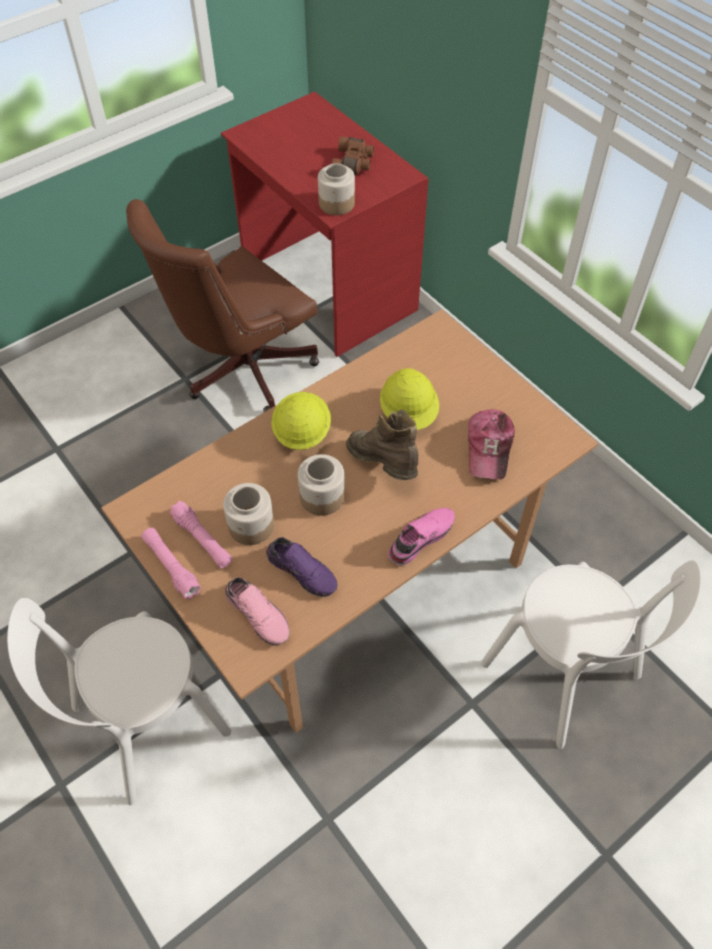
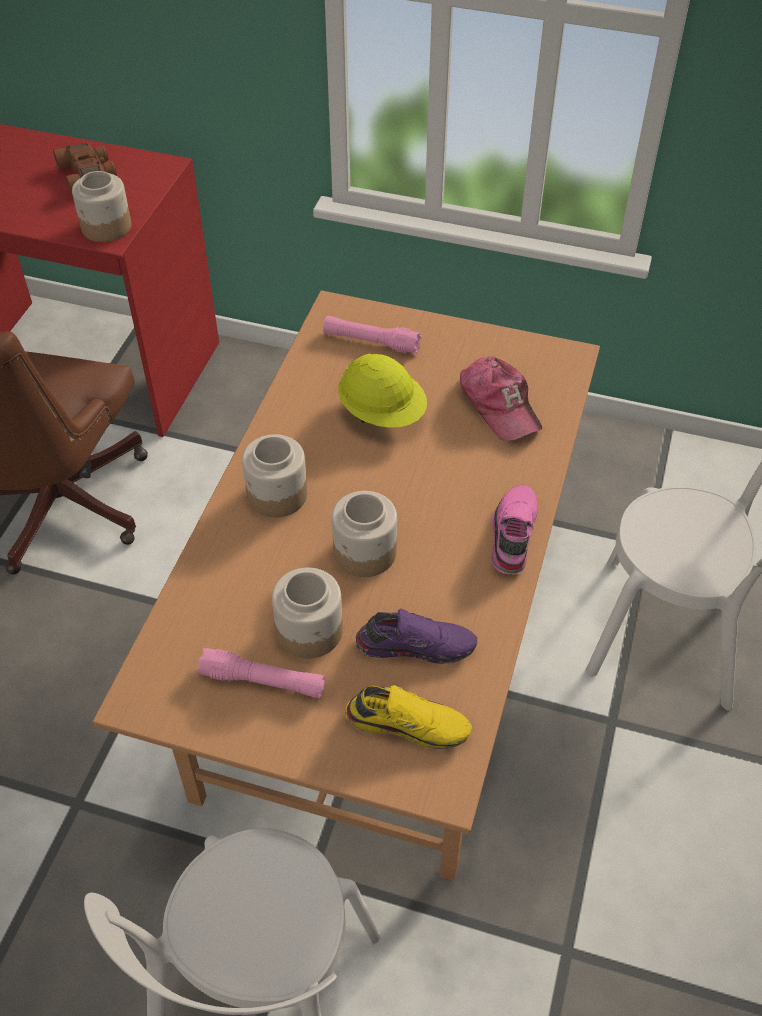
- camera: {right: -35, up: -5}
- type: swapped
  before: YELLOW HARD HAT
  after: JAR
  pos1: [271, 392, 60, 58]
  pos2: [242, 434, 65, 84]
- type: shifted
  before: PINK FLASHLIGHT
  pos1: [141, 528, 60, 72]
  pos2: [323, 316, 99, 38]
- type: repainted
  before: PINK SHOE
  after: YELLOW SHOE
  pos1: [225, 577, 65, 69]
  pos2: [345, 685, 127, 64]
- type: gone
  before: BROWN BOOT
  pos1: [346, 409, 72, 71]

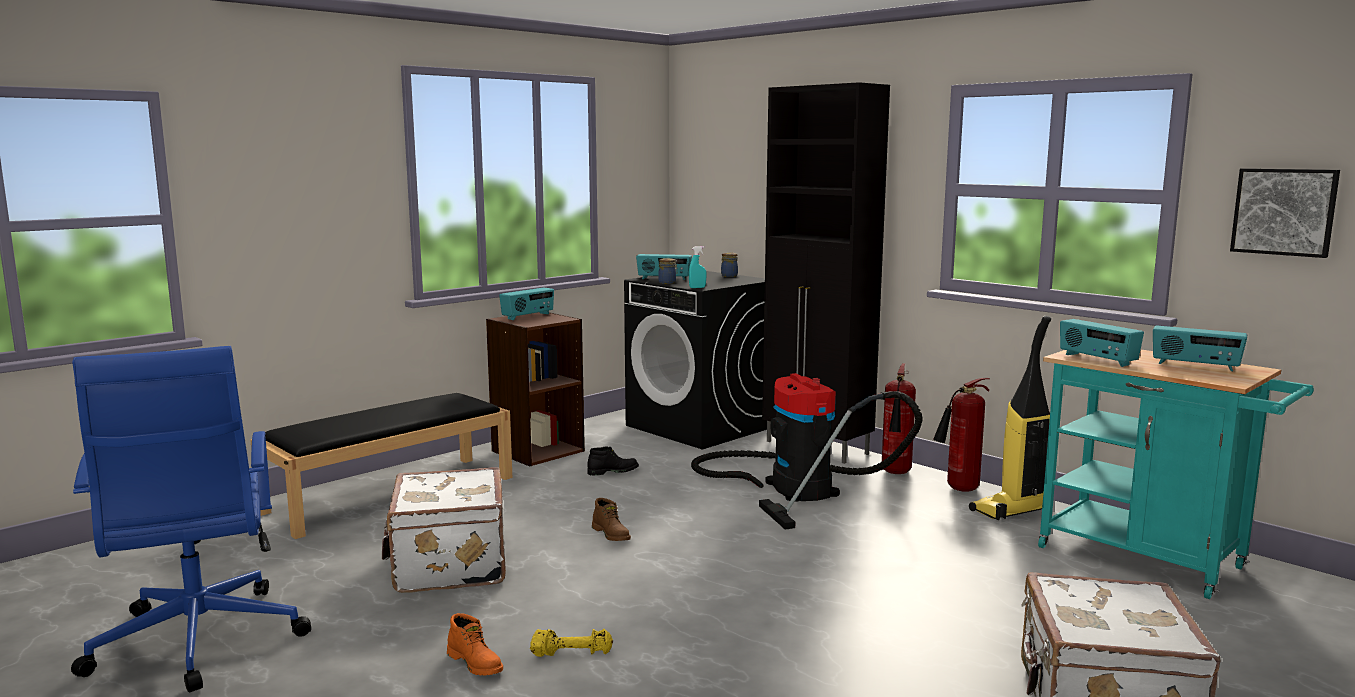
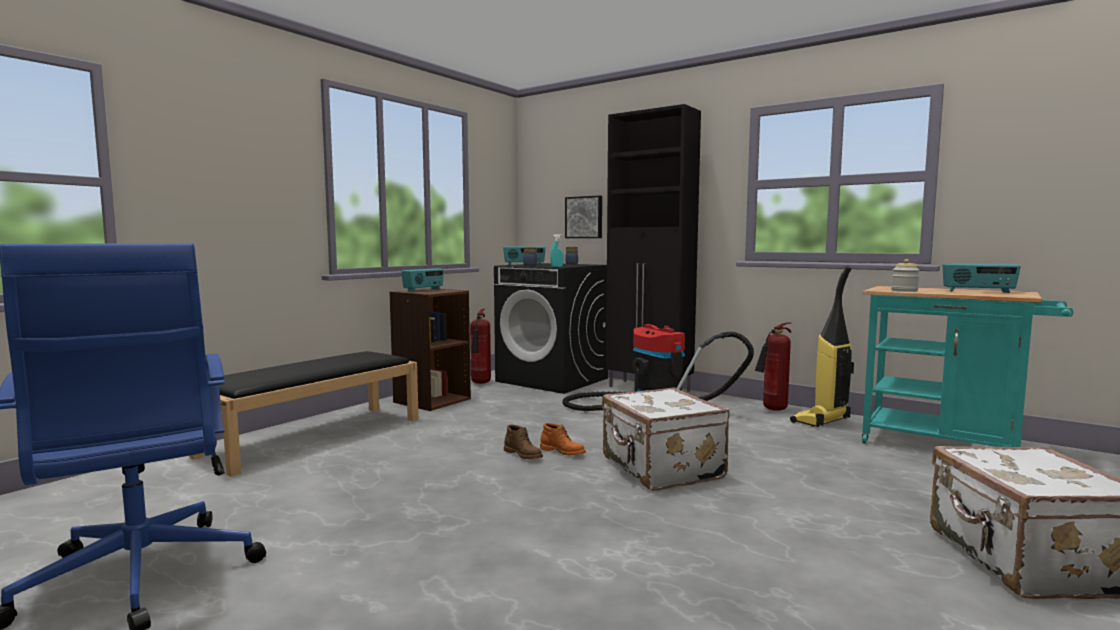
- camera: {right: -10, up: -5}
- type: shifted
  before: FIRE EXTINGUISHER
  pos1: [882, 363, 34, 111]
  pos2: [470, 309, 21, 75]
- type: shifted
  before: ORANGE BOOT
  pos1: [447, 613, 56, 62]
  pos2: [540, 423, 46, 32]
- type: shifted
  before: PICTURE
  pos1: [1230, 168, 110, 90]
  pos2: [565, 196, 37, 42]
- type: shifted
  before: WHITE SUITCASE
  pos1: [382, 467, 124, 126]
  pos2: [602, 388, 127, 103]
- type: swapped
  before: RADIO
  after: JAR
  pos1: [1060, 319, 84, 48]
  pos2: [891, 259, 28, 33]
- type: gone
  before: YELLOW DUMBBELL
  pos1: [530, 629, 83, 28]
- type: gone
  before: BLACK BOOT
  pos1: [587, 447, 52, 29]

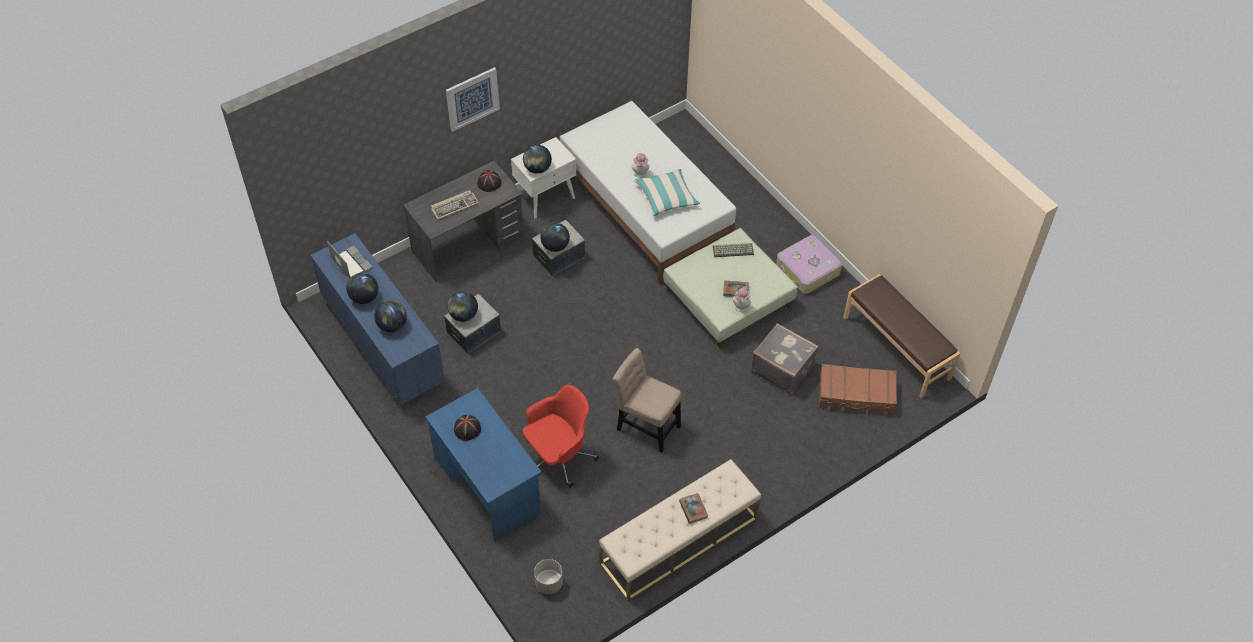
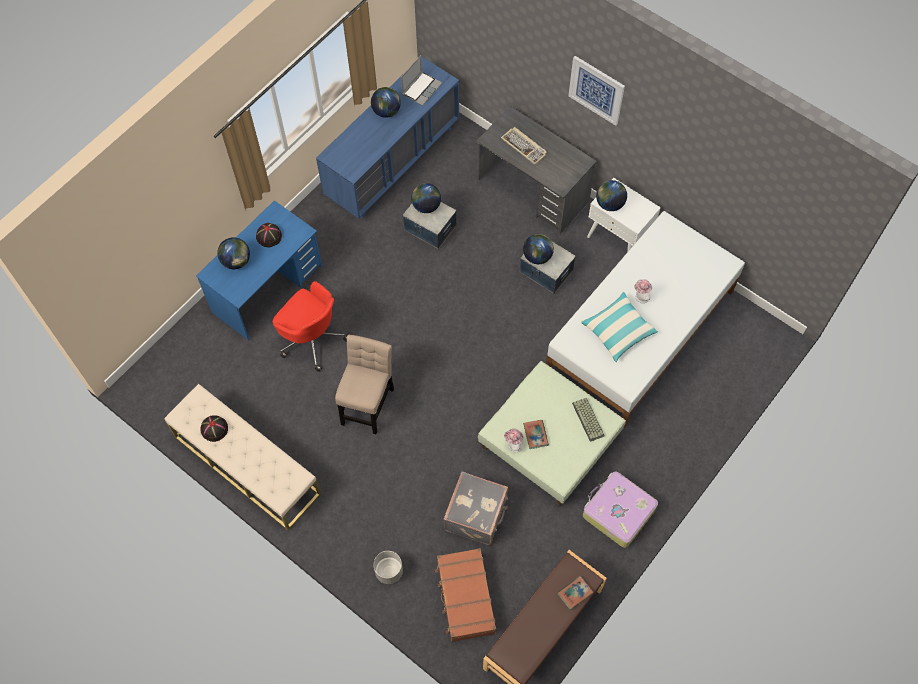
- camera: {right: 75, up: 10}
- type: shifted
  before: BLACK HAT
  pos1: [477, 170, 25, 22]
  pos2: [200, 416, 28, 26]
- type: shifted
  before: GLOBE
  pos1: [374, 300, 33, 32]
  pos2: [217, 237, 33, 32]
- type: shifted
  before: GREY PLANTER
  pos1: [534, 559, 29, 35]
  pos2: [373, 551, 30, 33]
- type: shifted
  before: BOOK
  pos1: [679, 493, 29, 31]
  pos2: [557, 576, 37, 34]

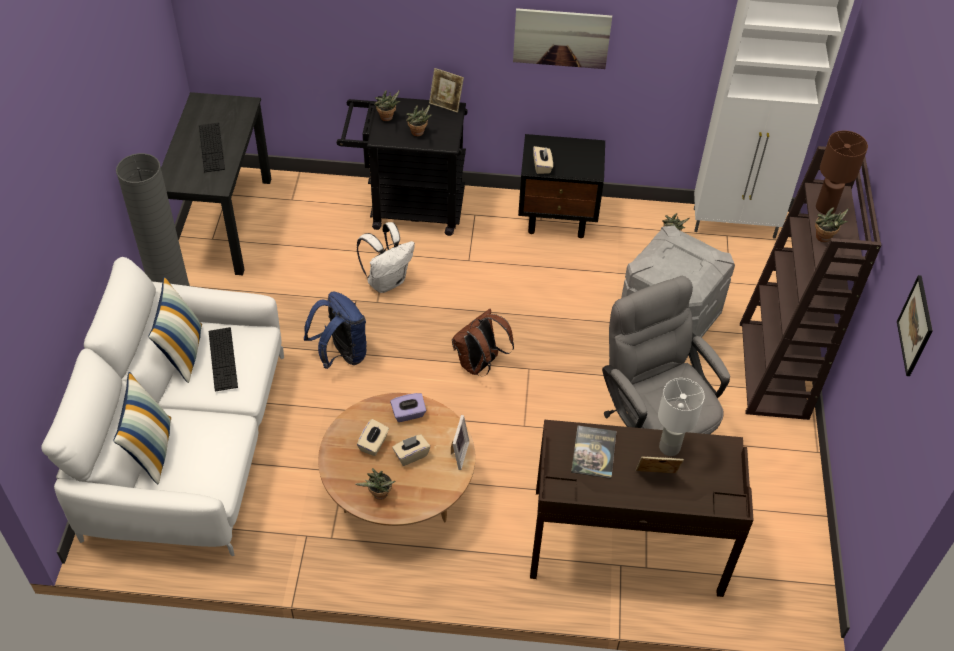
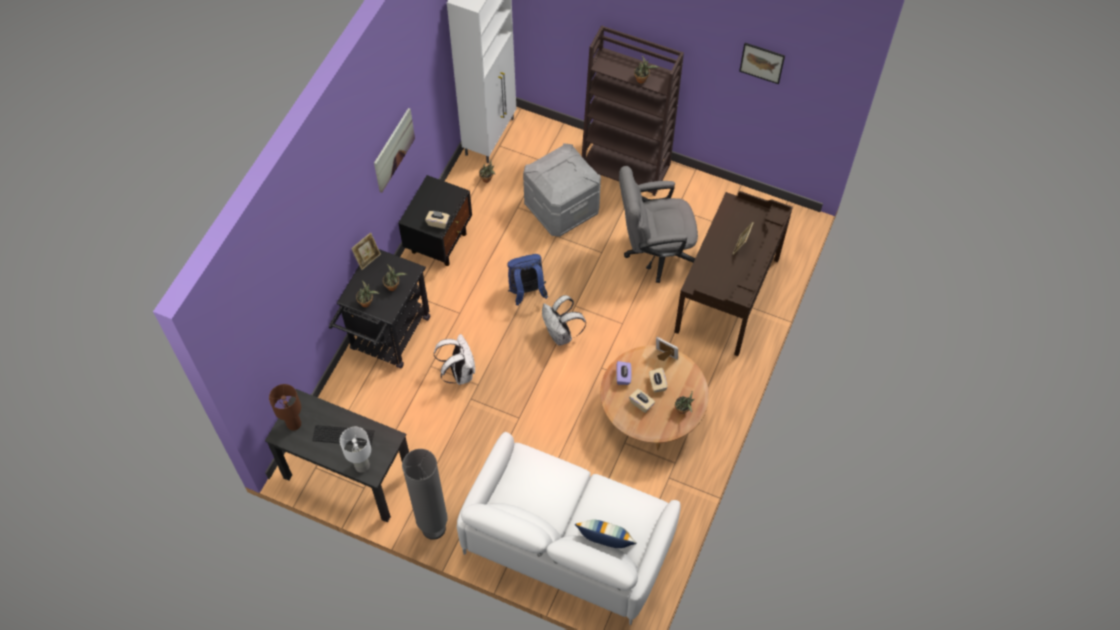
- camera: {right: -70, up: 10}
- type: shifted
  before: BROWN TABLE LAMP
  pos1: [816, 130, 52, 84]
  pos2: [269, 384, 32, 47]
- type: shifted
  before: WHITE TABLE LAMP
  pos1: [658, 378, 46, 78]
  pos2: [340, 427, 31, 46]
- type: shifted
  before: BLUE BACKPACK
  pos1: [304, 292, 63, 77]
  pos2: [507, 254, 41, 52]
- type: repainted
  before: BROWN BACKPACK
  after: WHITE BACKPACK
  pos1: [452, 308, 62, 68]
  pos2: [542, 295, 44, 51]
- type: gone
  before: PILLOW
  pos1: [148, 277, 54, 106]
- type: gone
  before: KEYBOARD
  pos1: [209, 327, 29, 64]
- type: gone
  before: BOOK
  pos1: [571, 426, 45, 52]

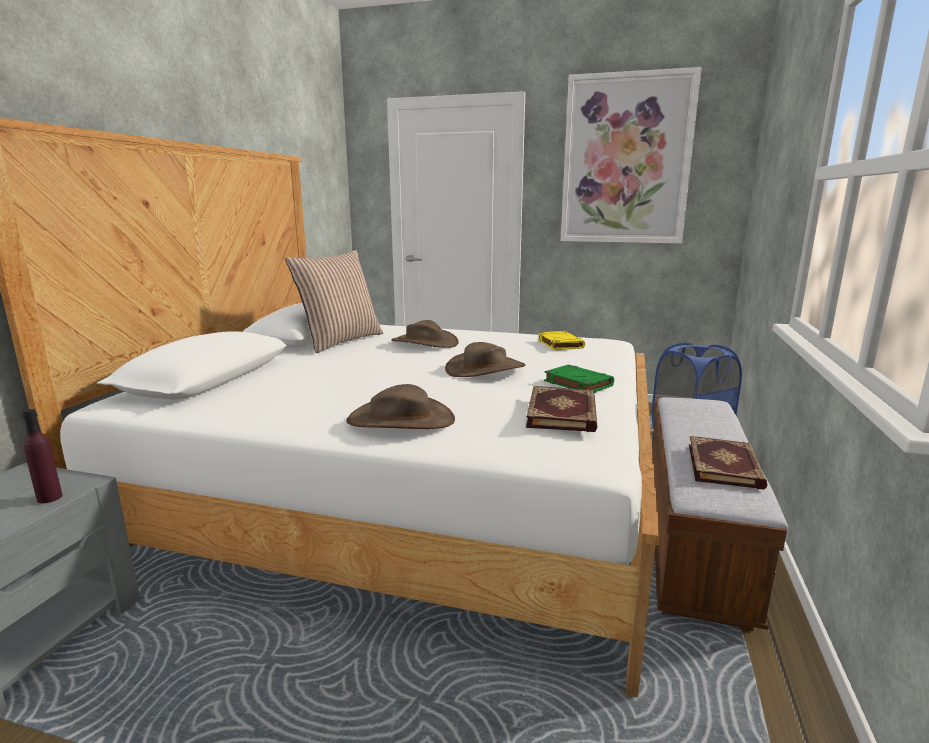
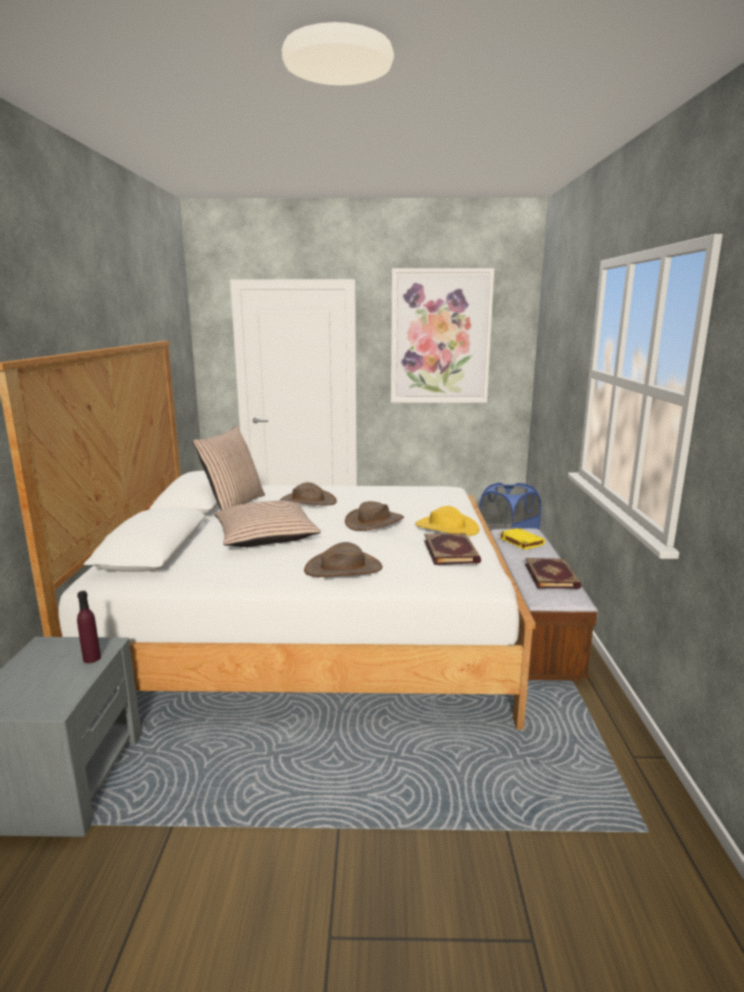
- camera: {right: -15, up: 0}
- type: new
  after: PILLOW
  pos2: [214, 501, 107, 46]
- type: swapped
  before: GREEN BOOK
  after: YELLOW HAT
  pos1: [544, 364, 70, 29]
  pos2: [415, 506, 65, 30]
- type: shifted
  before: YELLOW BOOK
  pos1: [538, 331, 47, 19]
  pos2: [499, 528, 46, 22]

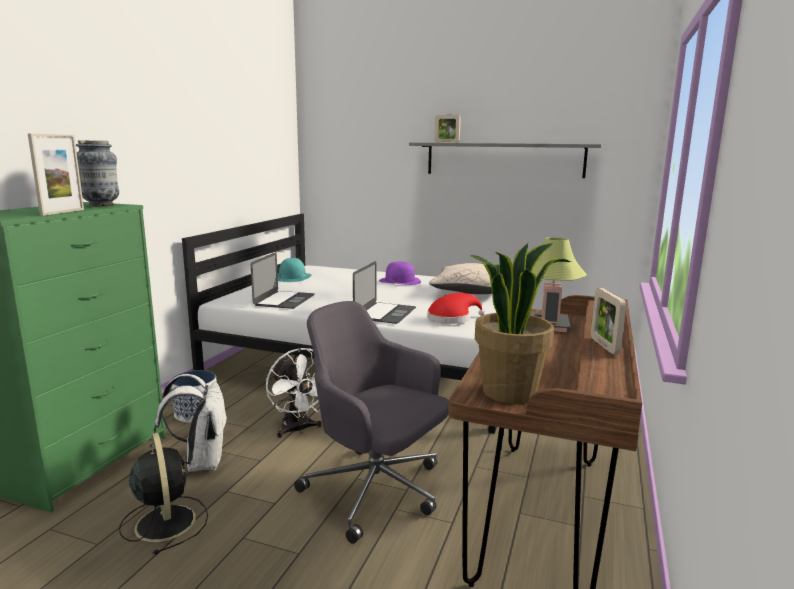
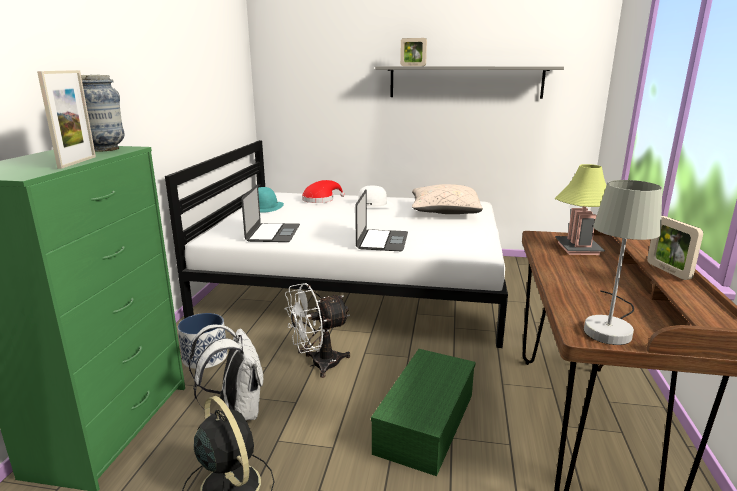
- camera: {right: -10, up: 5}
- type: rotated
  before: WHITE FAN
  pos1: [266, 348, 56, 90]
  pos2: [285, 283, 65, 95]
  turn: 105
- type: shifted
  before: RED HAT
  pos1: [427, 293, 58, 31]
  pos2: [302, 180, 43, 23]
- type: repainted
  before: PURPLE HAT
  after: WHITE HAT
  pos1: [379, 261, 42, 24]
  pos2: [352, 186, 41, 22]
- type: swapped
  before: GREY OFFICE CHAIR
  after: GREEN STORAGE BOX
  pos1: [294, 301, 155, 243]
  pos2: [371, 349, 105, 127]
- type: swapped
  before: POTTED PLANT
  after: GREY TABLE LAMP
  pos1: [470, 243, 101, 161]
  pos2: [584, 180, 78, 165]

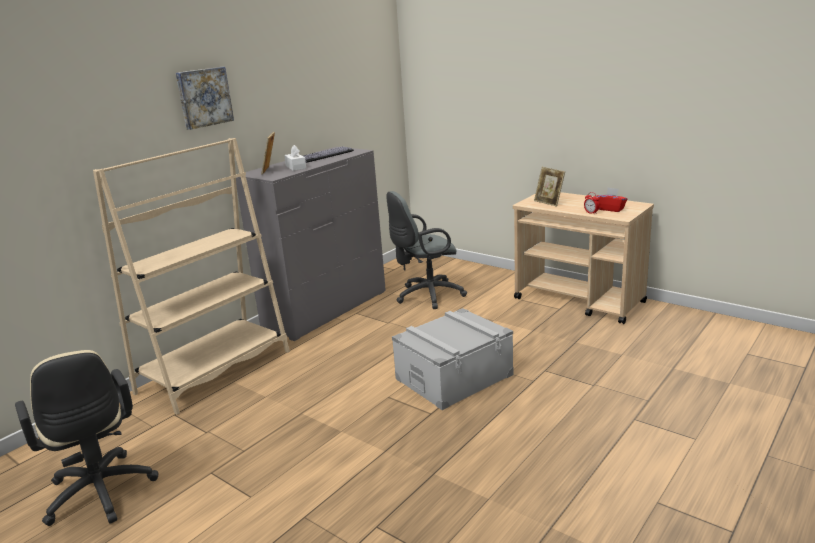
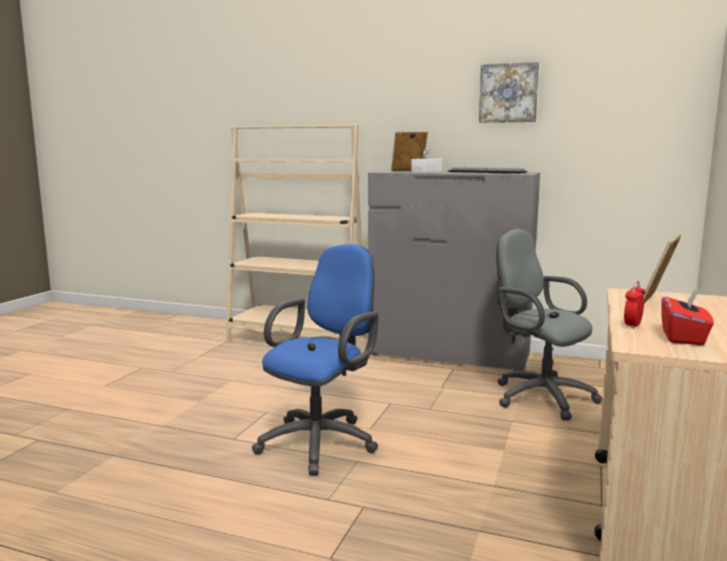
- camera: {right: 70, up: -10}
- type: swapped
  before: GREY STORAGE BOX
  after: BLUE OFFICE CHAIR
  pos1: [392, 308, 122, 102]
  pos2: [252, 244, 127, 231]
- type: shifted
  before: PICTURE
  pos1: [176, 67, 58, 63]
  pos2: [479, 62, 60, 61]
- type: gone
  before: BEIGE OFFICE CHAIR
  pos1: [15, 350, 143, 176]

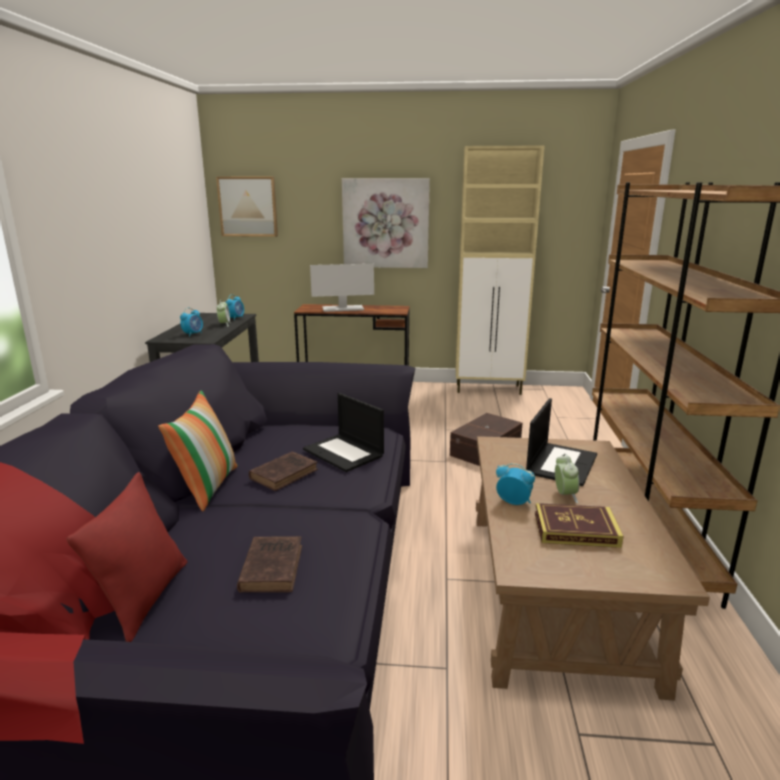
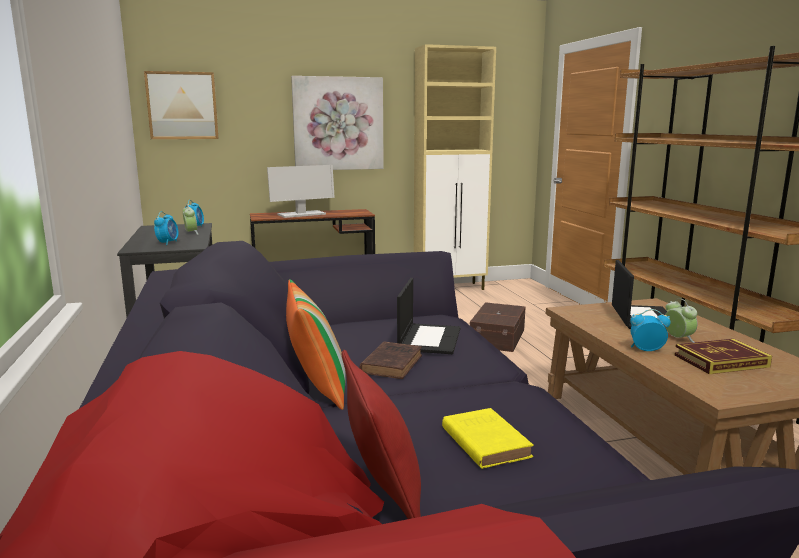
- camera: {right: -20, up: -5}
- type: rotated
  before: LAPTOP
  pos1: [303, 393, 81, 79]
  pos2: [397, 278, 64, 76]
  turn: -105
- type: repainted
  before: BROWN BOOK
  after: YELLOW BOOK
  pos1: [237, 536, 65, 57]
  pos2: [442, 408, 92, 61]

